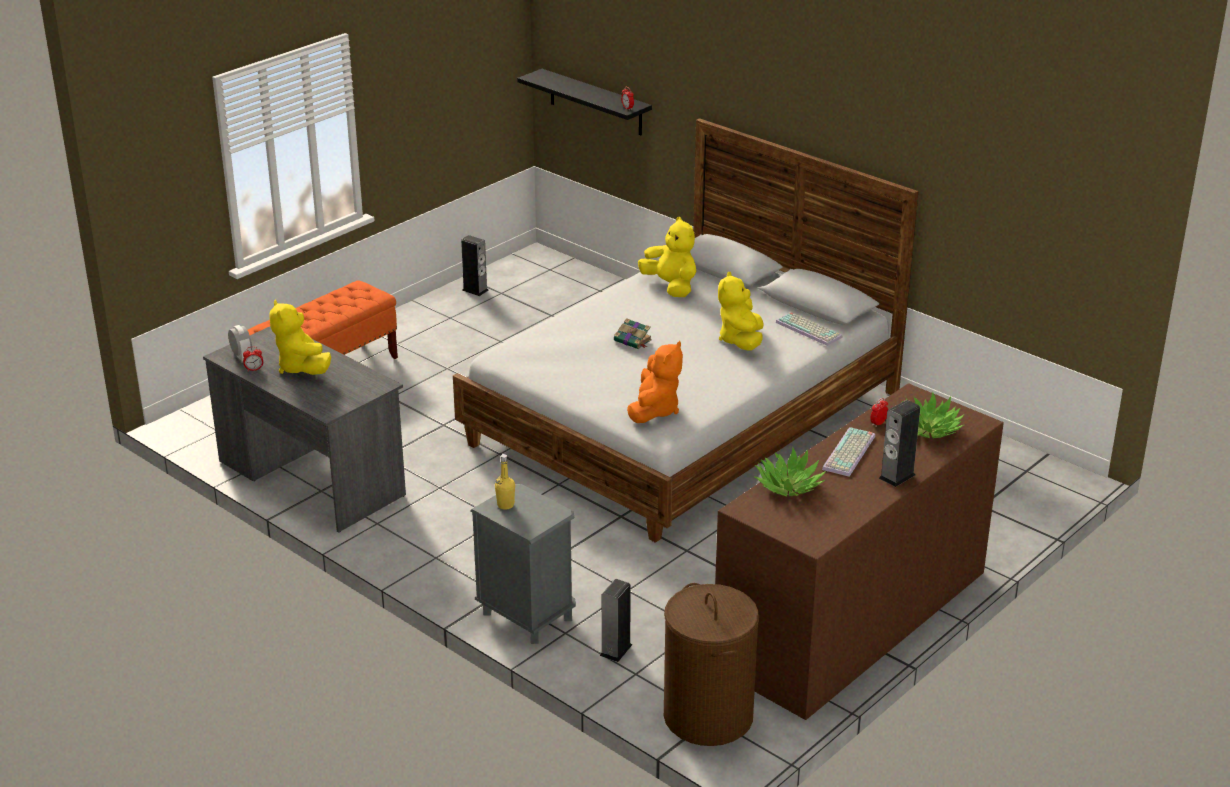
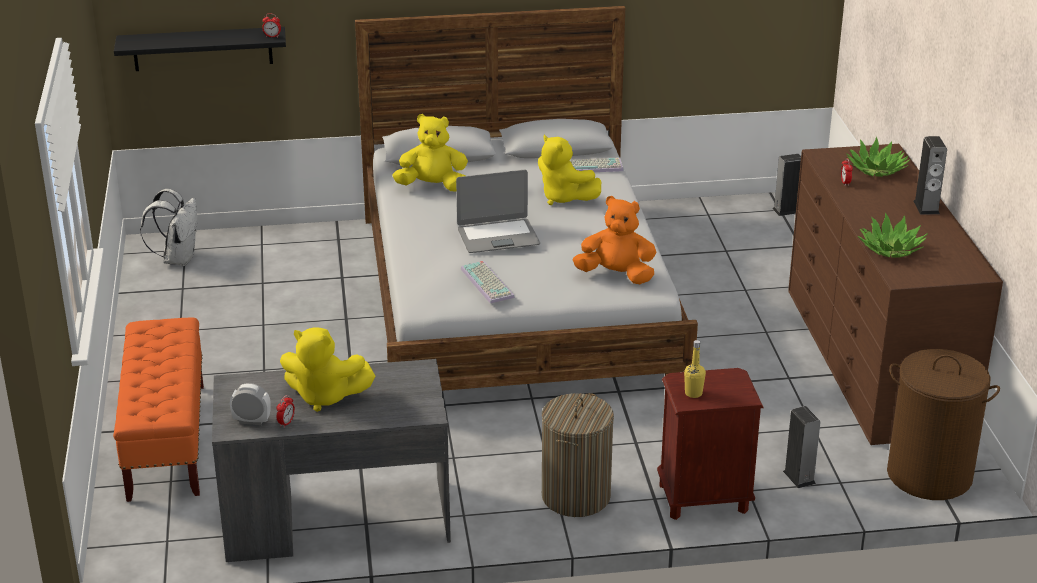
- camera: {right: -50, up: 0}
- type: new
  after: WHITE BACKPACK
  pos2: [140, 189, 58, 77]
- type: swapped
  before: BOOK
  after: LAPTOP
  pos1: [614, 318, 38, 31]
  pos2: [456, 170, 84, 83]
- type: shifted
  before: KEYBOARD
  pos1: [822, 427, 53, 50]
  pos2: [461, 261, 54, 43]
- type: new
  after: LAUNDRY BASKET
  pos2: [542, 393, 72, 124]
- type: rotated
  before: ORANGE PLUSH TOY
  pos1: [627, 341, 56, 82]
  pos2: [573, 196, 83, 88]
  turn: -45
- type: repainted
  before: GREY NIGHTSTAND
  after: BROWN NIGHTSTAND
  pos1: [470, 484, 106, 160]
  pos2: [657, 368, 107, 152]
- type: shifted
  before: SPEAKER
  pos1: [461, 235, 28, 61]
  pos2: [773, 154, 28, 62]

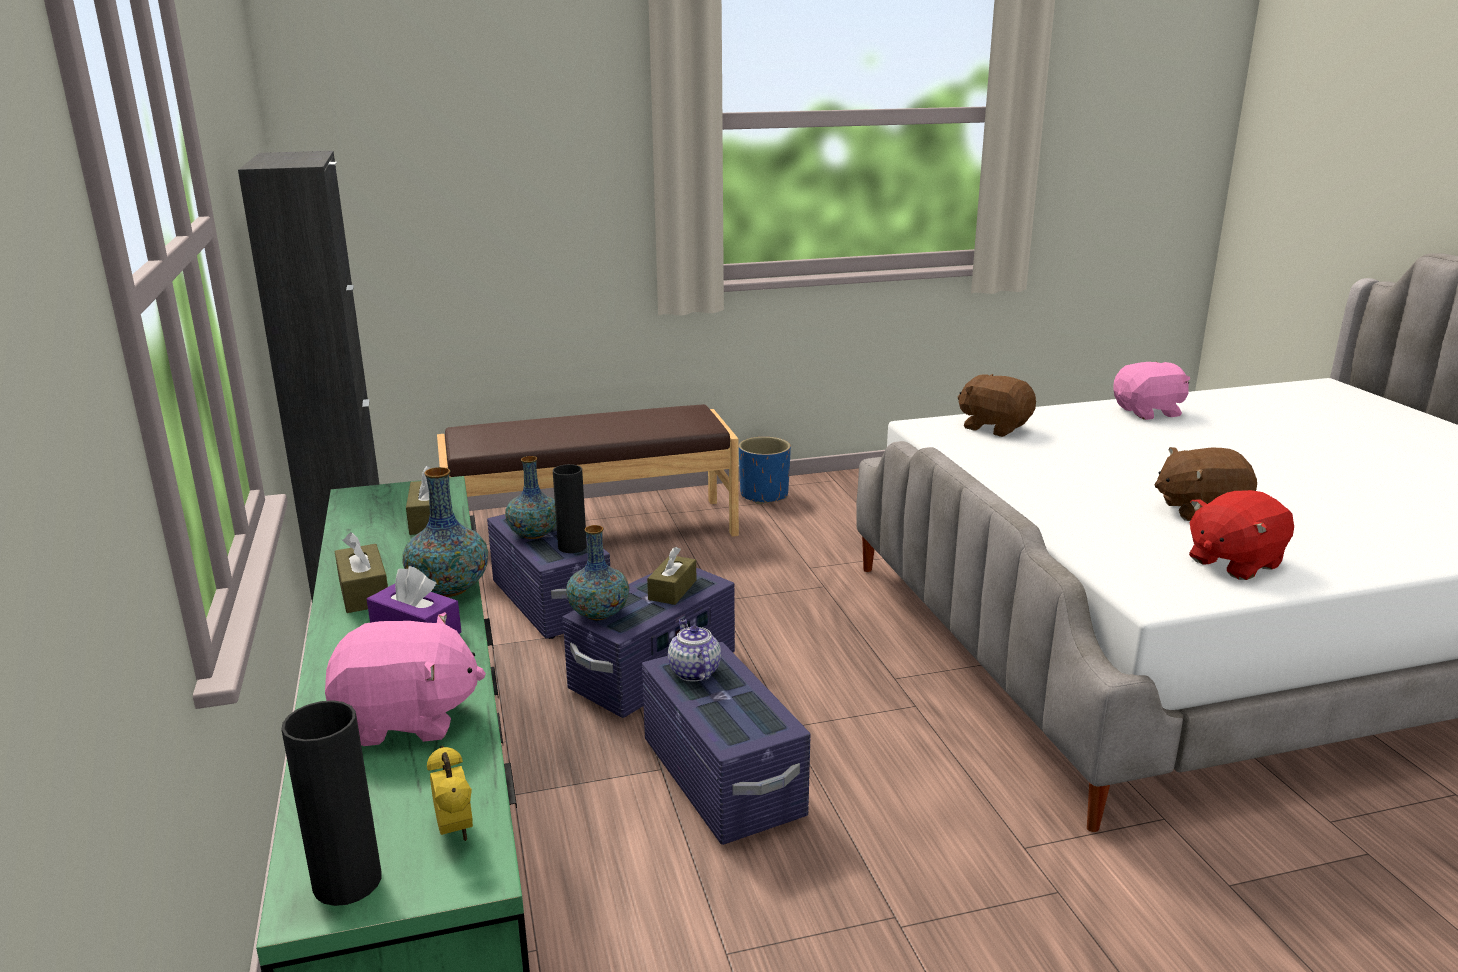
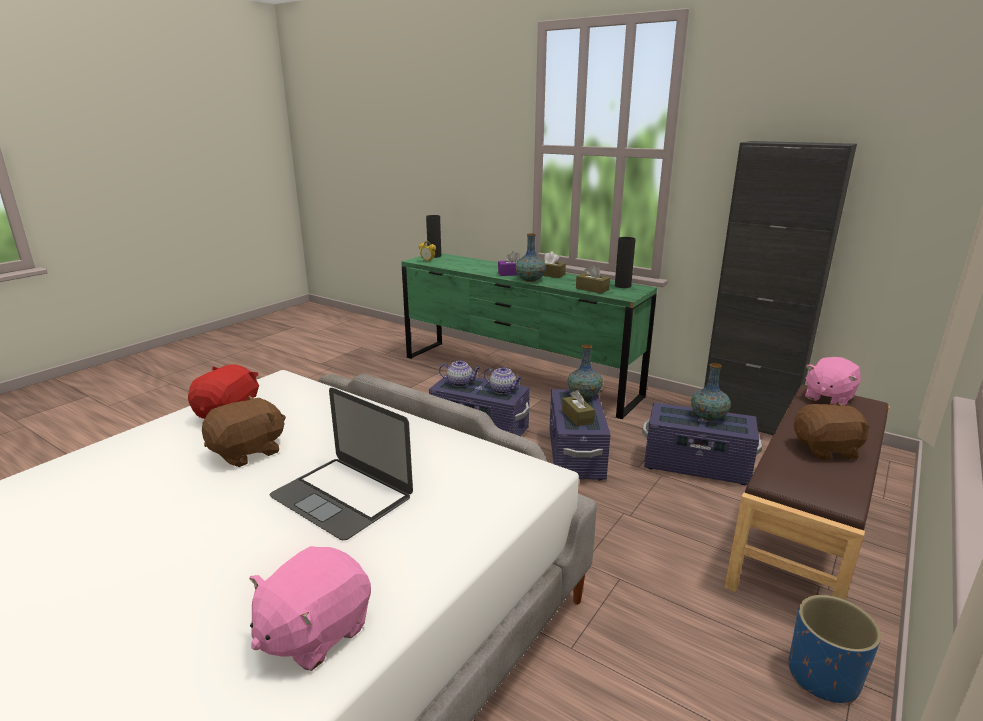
- camera: {right: 140, up: 0}
- type: new
  after: LAPTOP
  pos2: [270, 388, 143, 152]
- type: new
  after: TEAPOT
  pos2: [439, 360, 42, 27]
- type: shifted
  before: BLACK VASE
  pos1: [553, 464, 34, 89]
  pos2: [615, 237, 21, 51]
- type: shifted
  before: BROWN PLUSH TOY
  pos1: [958, 374, 78, 63]
  pos2: [794, 402, 76, 58]
- type: shifted
  before: PINK PLUSH TOY
  pos1: [325, 612, 161, 134]
  pos2: [805, 357, 56, 49]

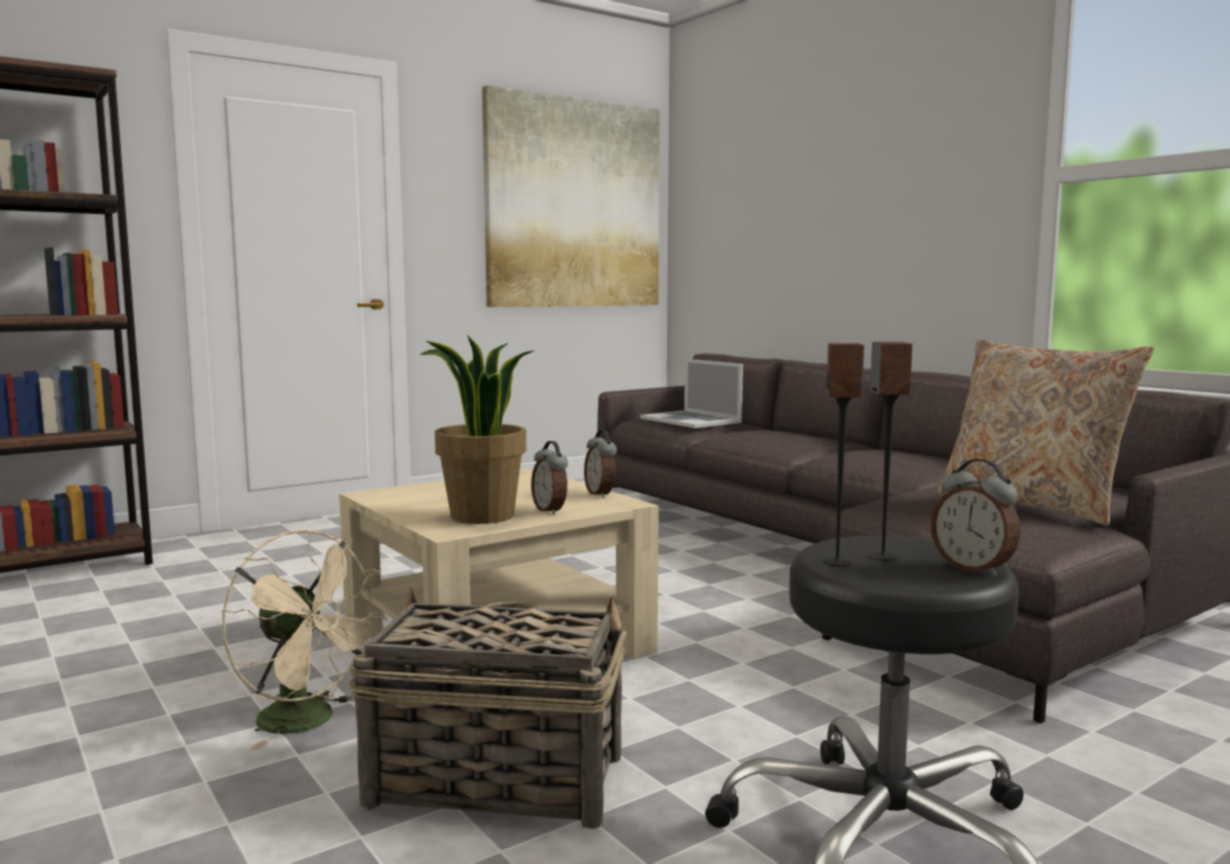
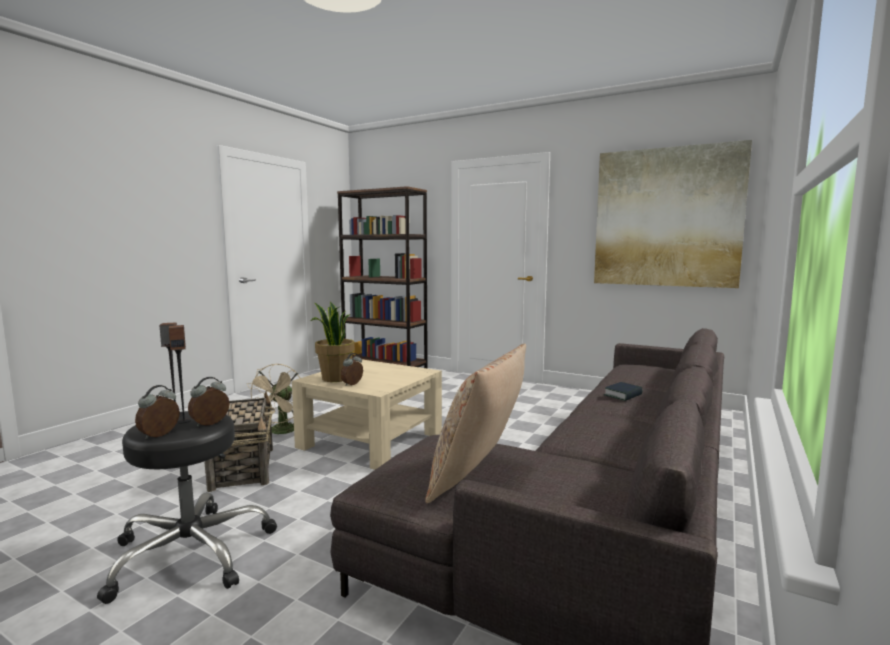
- camera: {right: 65, up: 0}
- type: shifted
  before: ALARM CLOCK
  pos1: [584, 430, 33, 68]
  pos2: [188, 377, 42, 50]
- type: new
  after: BOOK
  pos2: [604, 382, 39, 19]
- type: gone
  before: LAPTOP
  pos1: [640, 359, 103, 69]

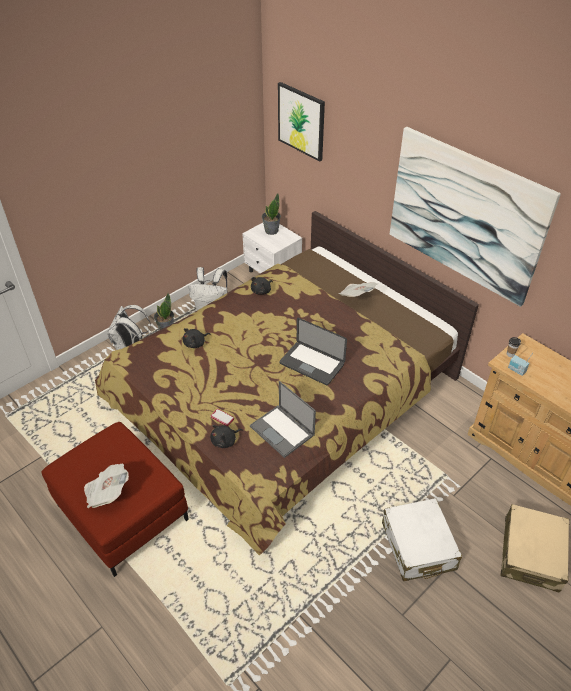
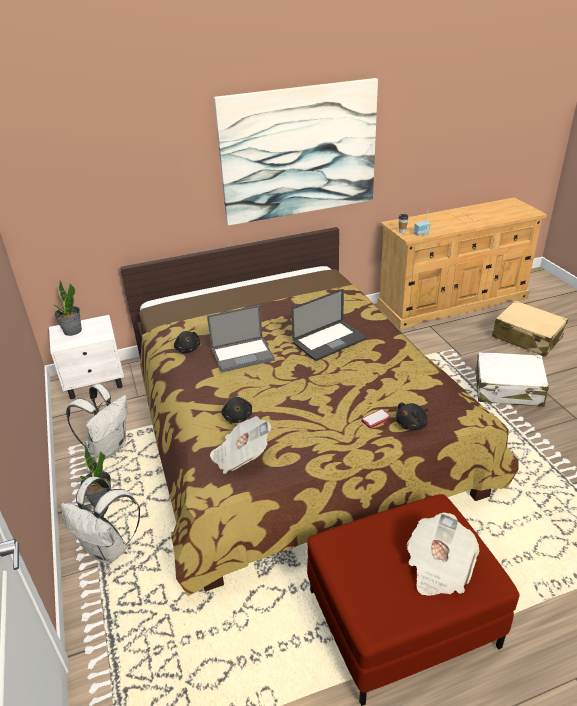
- camera: {right: -65, up: -10}
- type: shifted
  before: LAPTOP
  pos1: [250, 381, 66, 77]
  pos2: [207, 305, 68, 68]
- type: shifted
  before: NEWSPAPER
  pos1: [338, 282, 40, 15]
  pos2: [210, 416, 62, 58]
- type: rotated
  before: BLACK PLUSH TOY
  pos1: [210, 425, 32, 23]
  pos2: [396, 403, 33, 27]
  turn: 60
- type: gone
  before: PICTURE
  pos1: [278, 82, 47, 80]

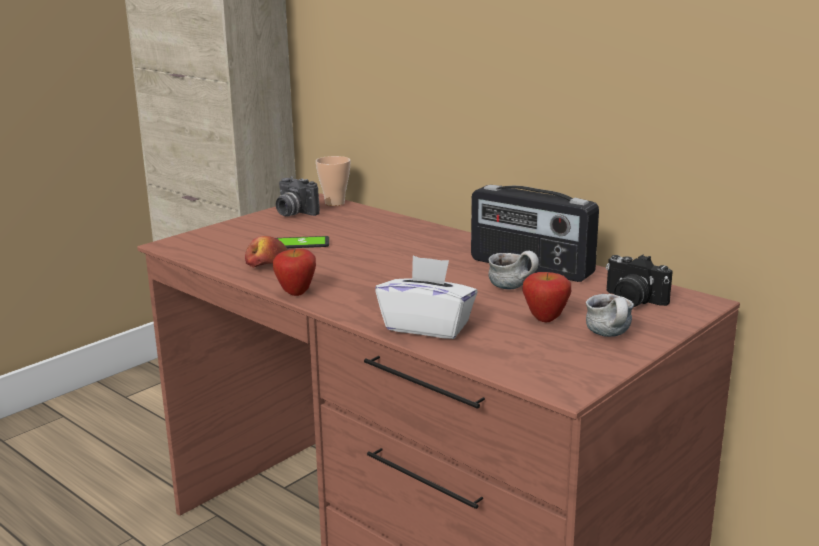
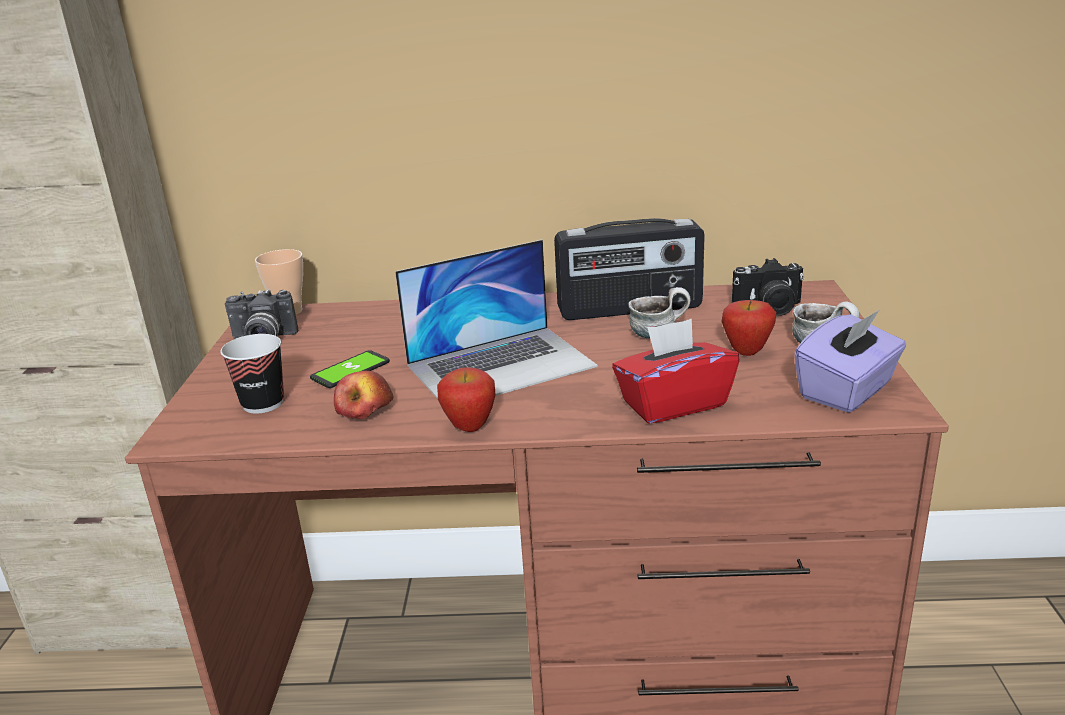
- camera: {right: -40, up: 5}
- type: new
  after: CUP
  pos2: [220, 334, 64, 79]
- type: new
  after: LAPTOP
  pos2: [395, 240, 203, 159]
- type: repainted
  before: WHITE TISSUE BOX
  after: RED TISSUE BOX
  pos1: [375, 256, 103, 83]
  pos2: [612, 319, 128, 105]
- type: new
  after: PURPLE TISSUE BOX
  pos2: [795, 310, 111, 103]

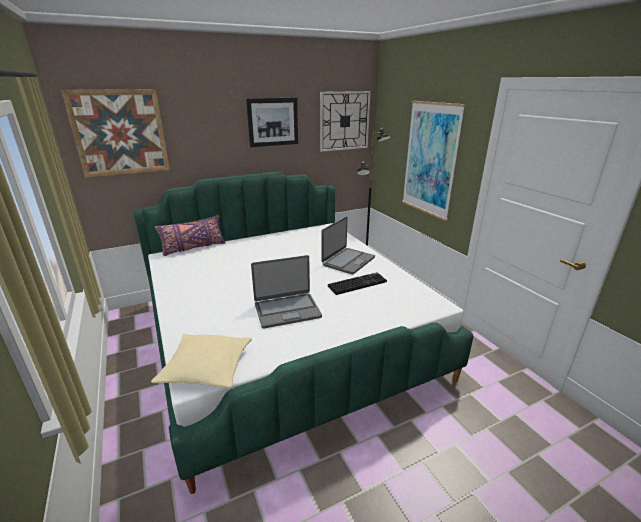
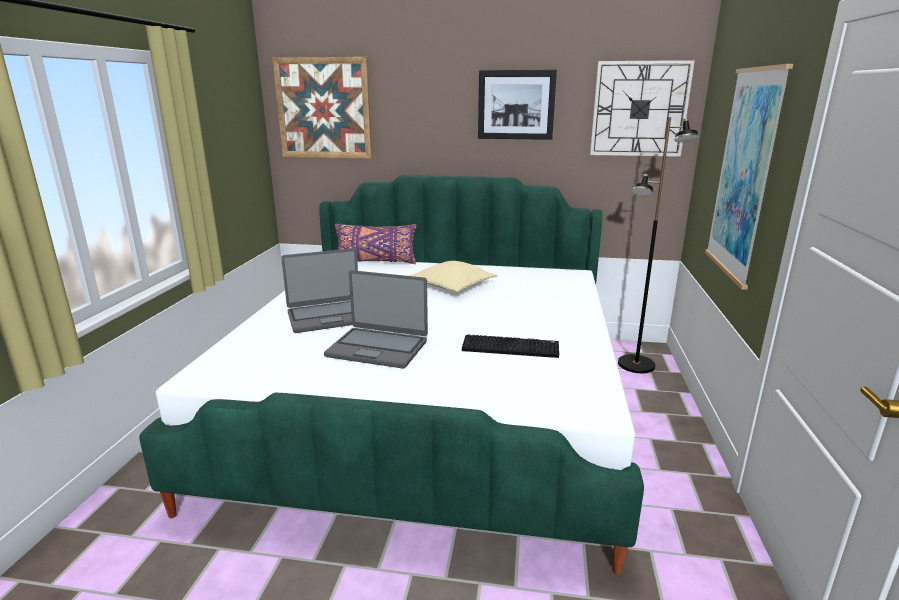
- camera: {right: 35, up: -5}
- type: shifted
  before: LAPTOP
  pos1: [321, 217, 54, 58]
  pos2: [281, 248, 77, 85]
- type: shifted
  before: BEIGE PILLOW
  pos1: [151, 334, 101, 54]
  pos2: [408, 261, 89, 31]

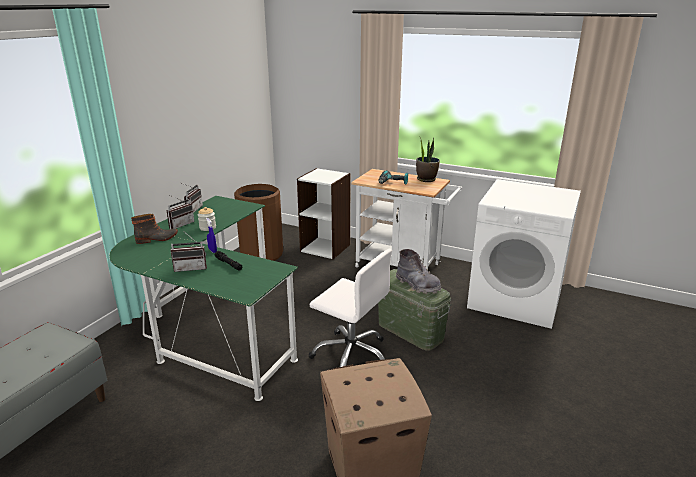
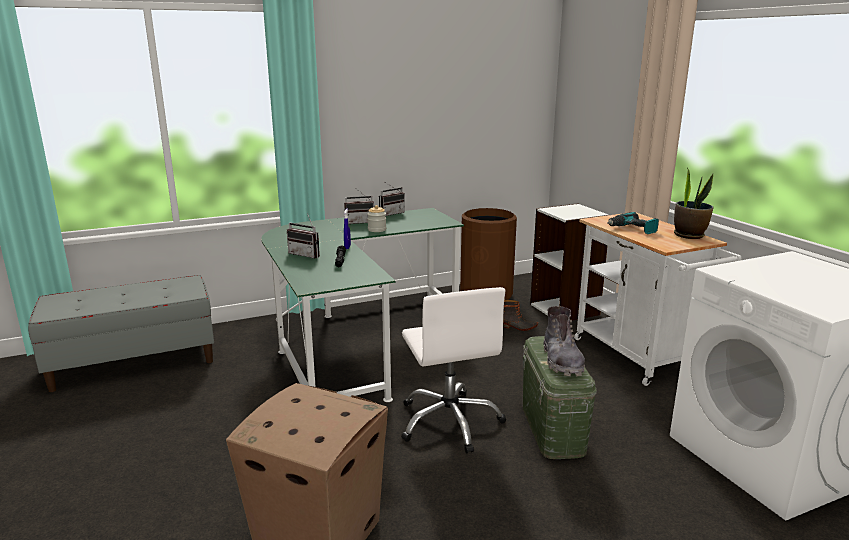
- camera: {right: 40, up: -5}
- type: shifted
  before: BOOT
  pos1: [131, 214, 47, 30]
  pos2: [503, 300, 35, 31]

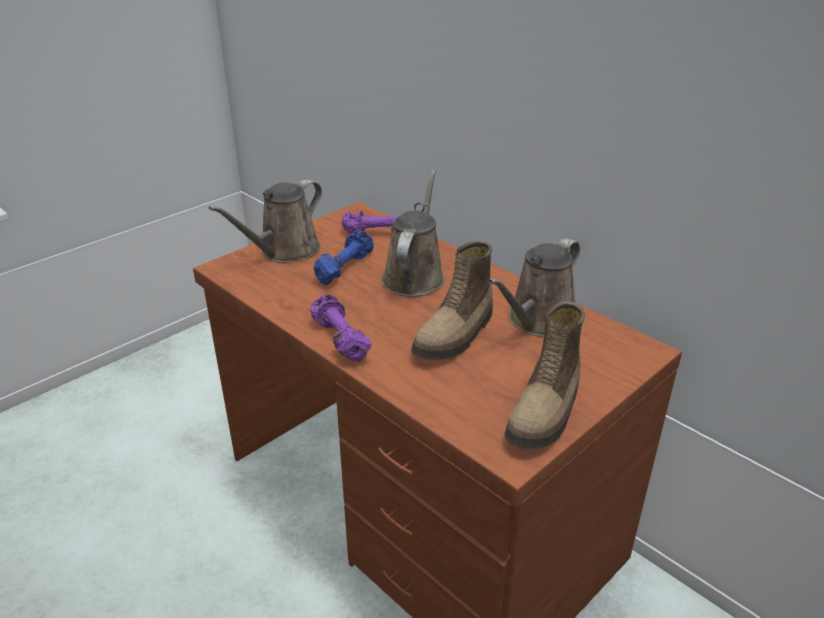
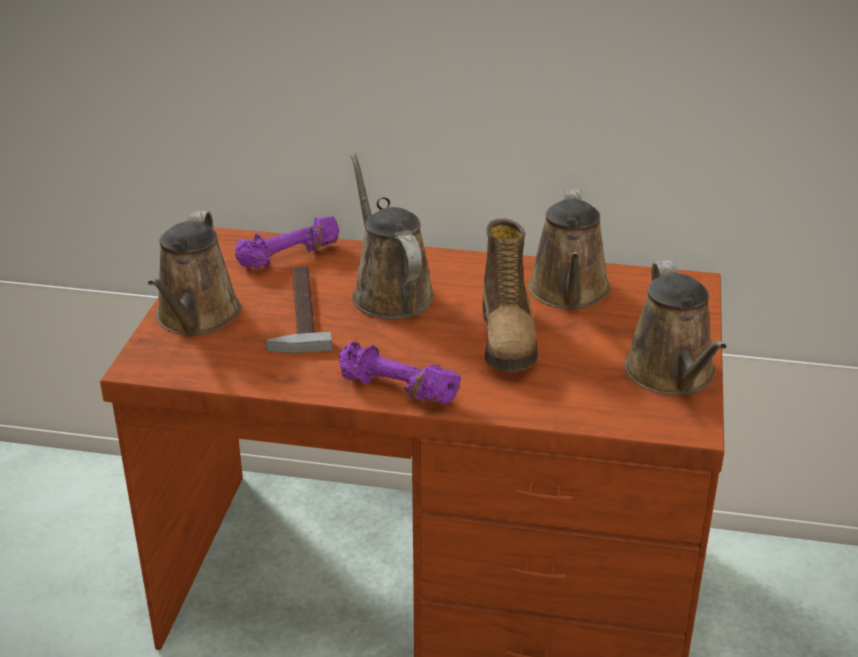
- camera: {right: -35, up: 0}
- type: swapped
  before: BLUE DUMBBELL
  after: HAMMER
  pos1: [314, 231, 60, 54]
  pos2: [266, 266, 67, 87]
- type: swapped
  before: BOOT
  after: BROWN WATERING CAN
  pos1: [504, 302, 81, 148]
  pos2: [624, 260, 103, 135]

